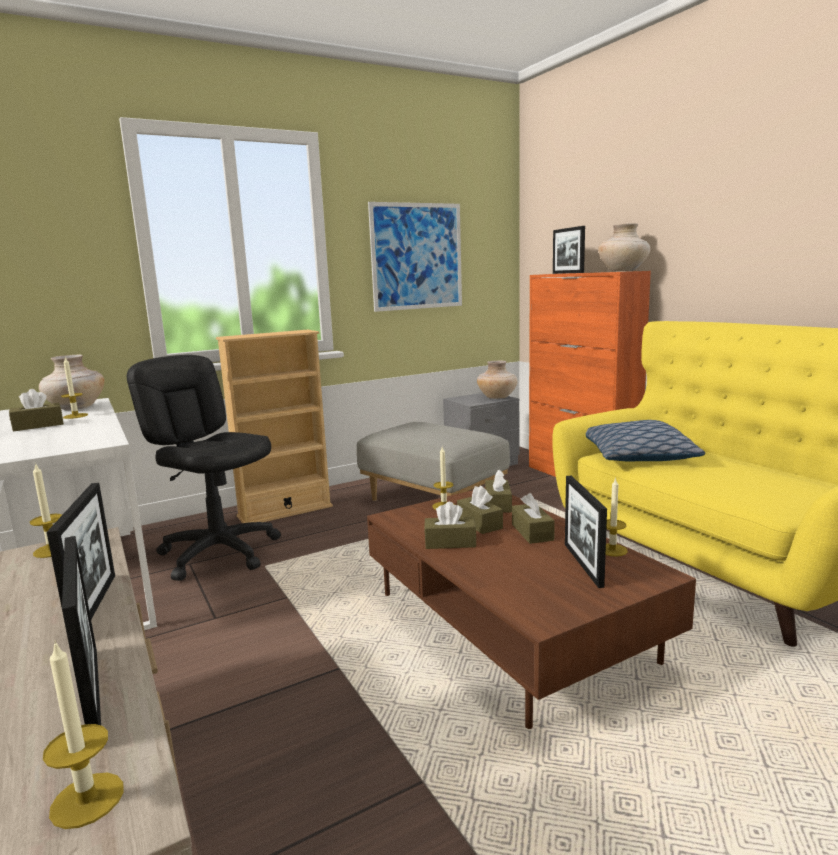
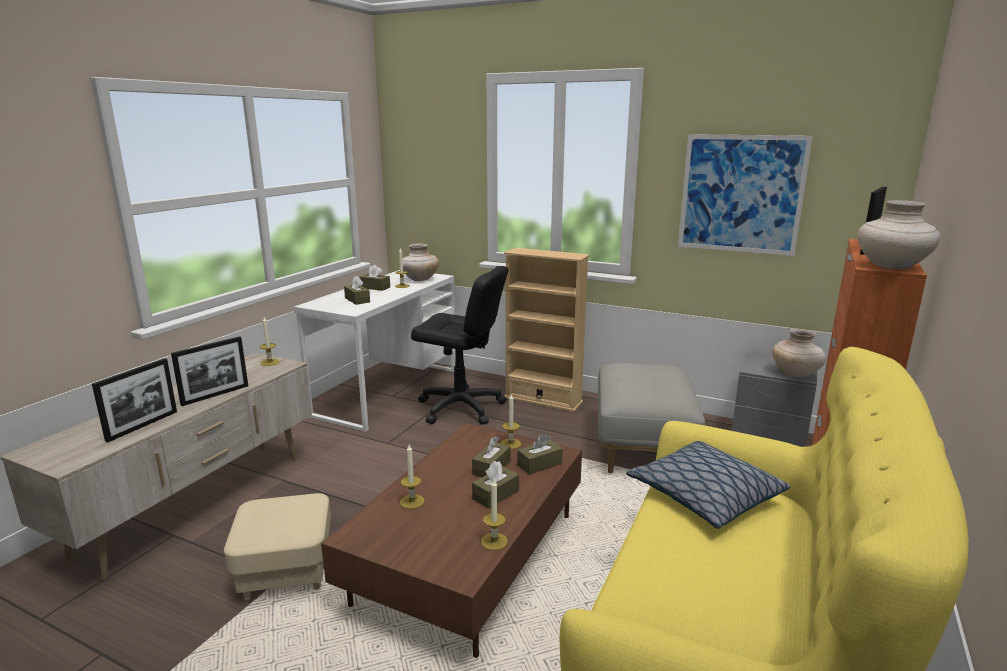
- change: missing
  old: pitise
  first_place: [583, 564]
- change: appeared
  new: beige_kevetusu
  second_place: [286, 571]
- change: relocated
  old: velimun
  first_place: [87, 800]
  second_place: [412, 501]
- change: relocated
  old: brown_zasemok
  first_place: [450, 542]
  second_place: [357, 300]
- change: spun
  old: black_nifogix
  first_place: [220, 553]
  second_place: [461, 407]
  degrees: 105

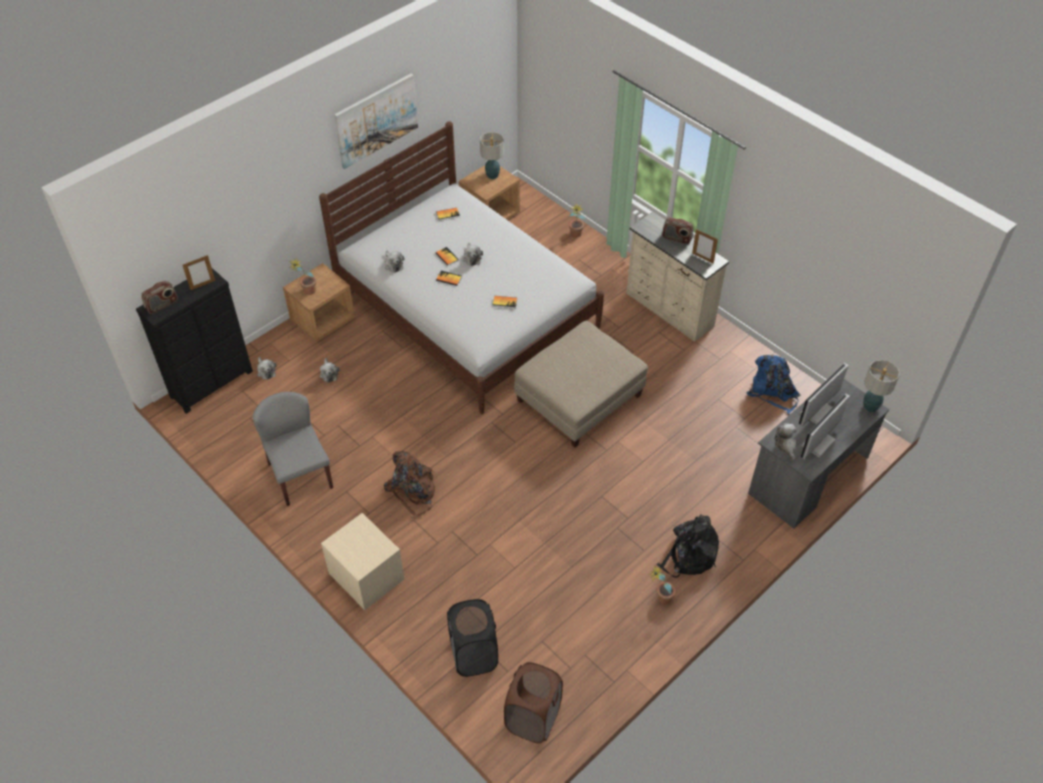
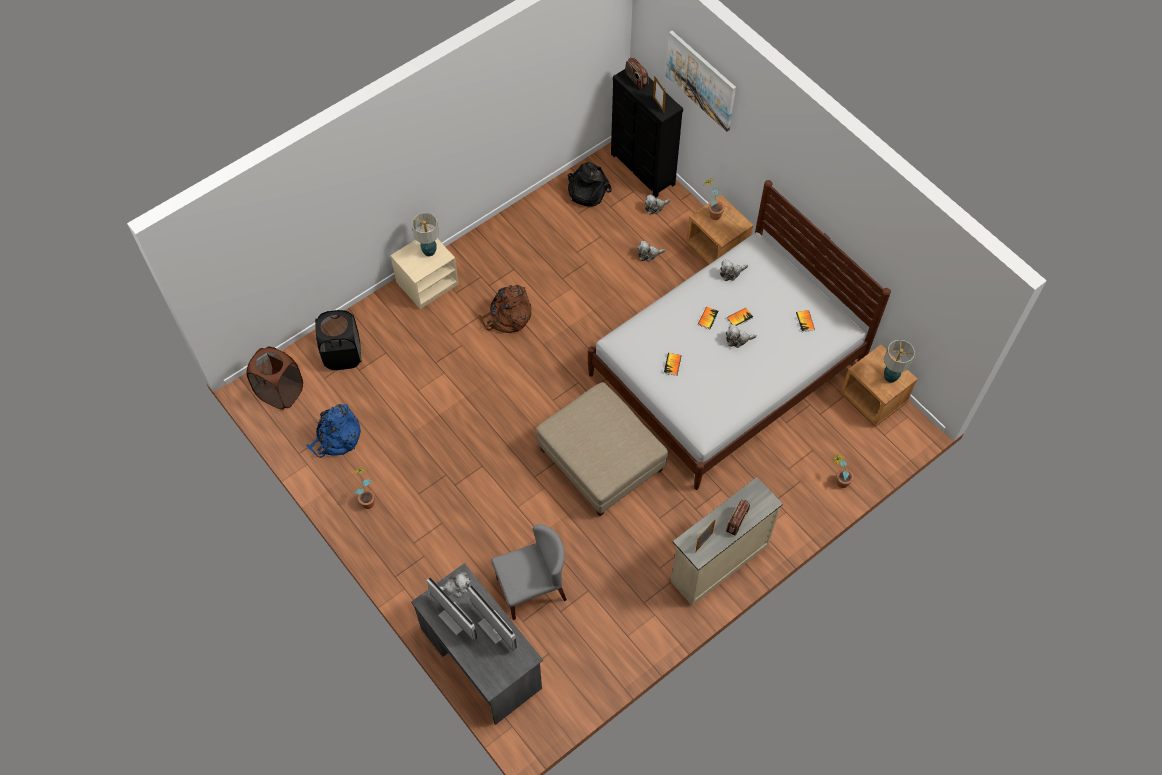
- change: relocated
  old: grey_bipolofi
  first_place: [300, 475]
  second_place: [532, 588]
- change: relocated
  old: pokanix
  first_place: [376, 120]
  second_place: [701, 80]
- change: relocated
  old: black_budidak
  first_place: [688, 556]
  second_place: [586, 191]
- change: relocated
  old: blue_budidak
  first_place: [772, 392]
  second_place: [336, 438]
- change: relocated
  old: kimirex
  first_place: [870, 407]
  second_place: [429, 251]

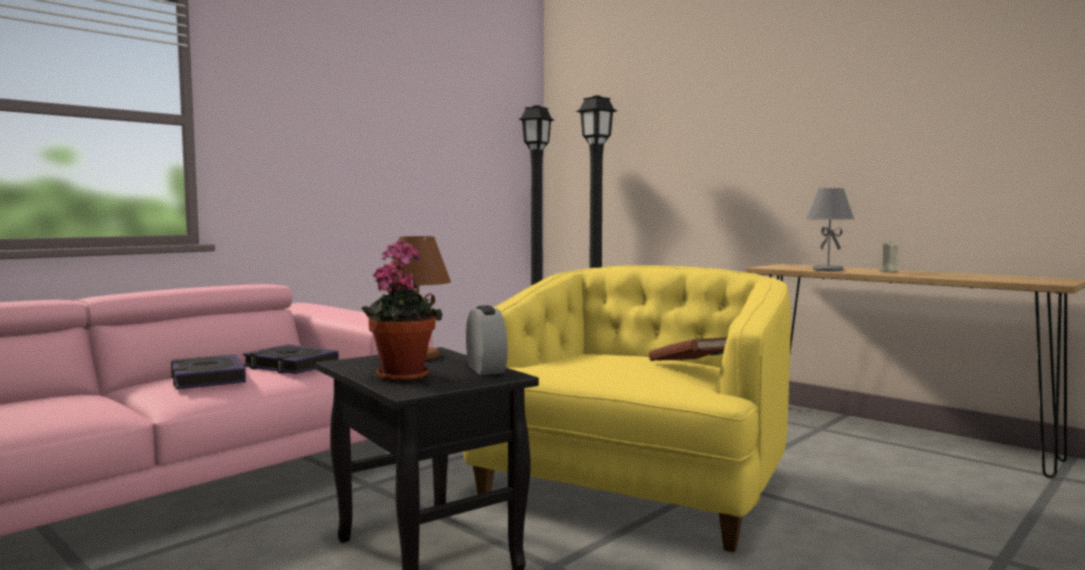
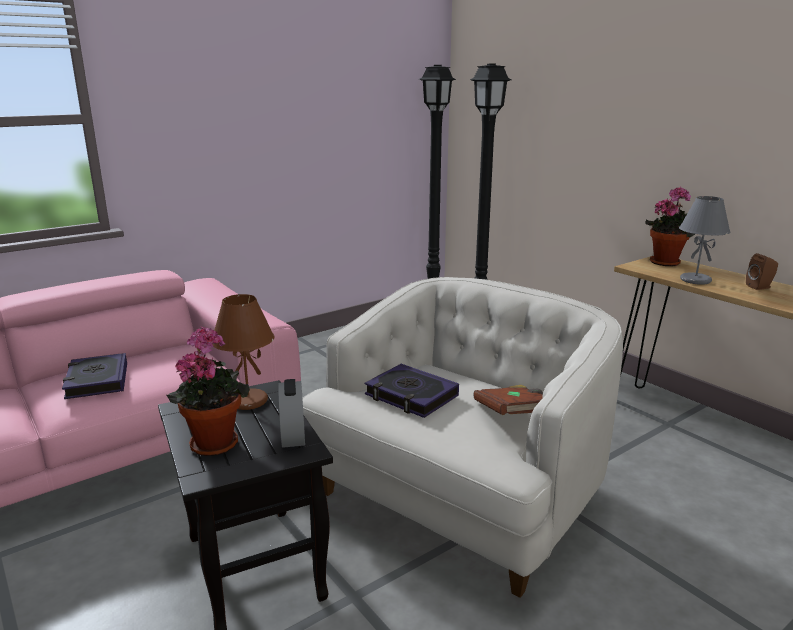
- change: appeared
  new: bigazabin
  second_place: [666, 262]
- change: relocated
  old: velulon
  first_place: [291, 366]
  second_place: [411, 396]
- change: exchanged
  old: beige_velimun
  new: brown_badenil
  first_place: [889, 271]
  second_place: [760, 287]
- change: colour
  old: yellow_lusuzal
  new: white_lusuzal
  first_place: [631, 488]
  second_place: [459, 495]

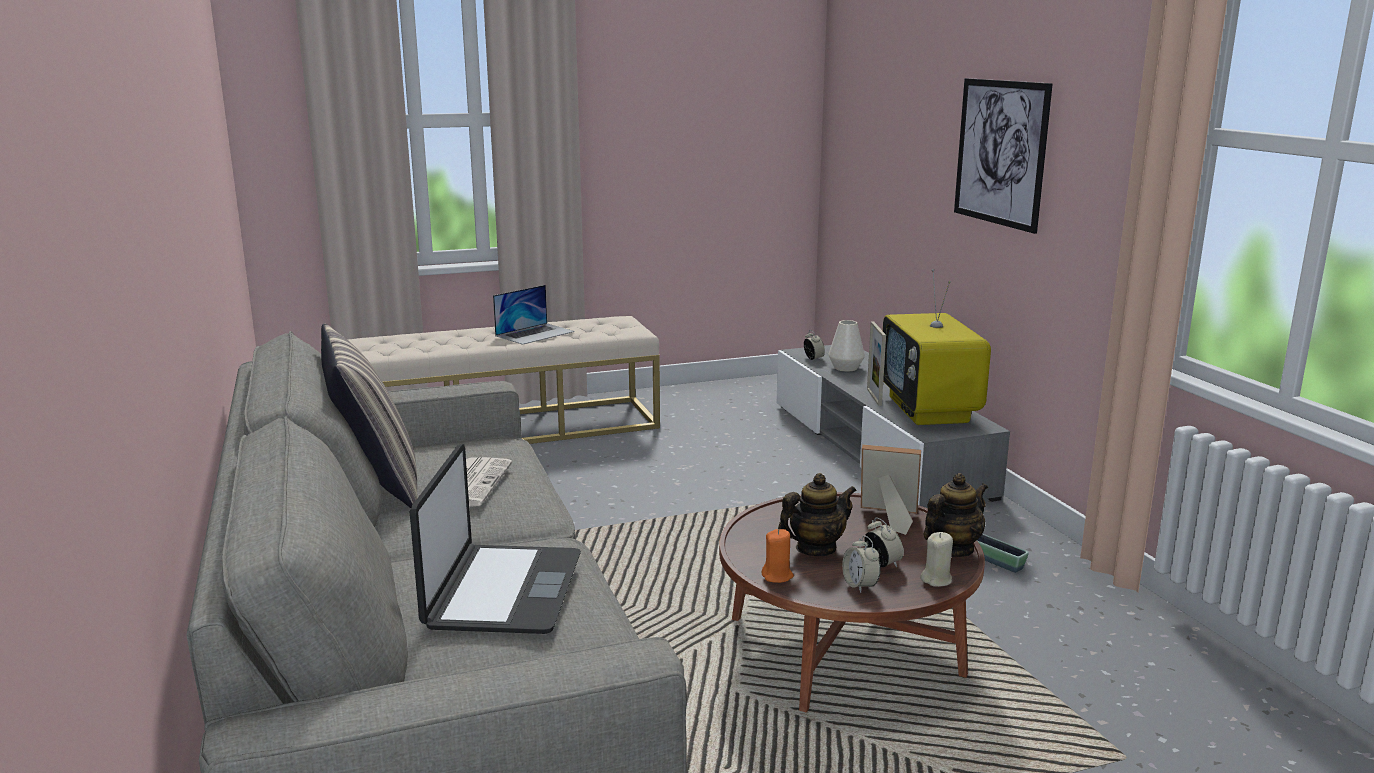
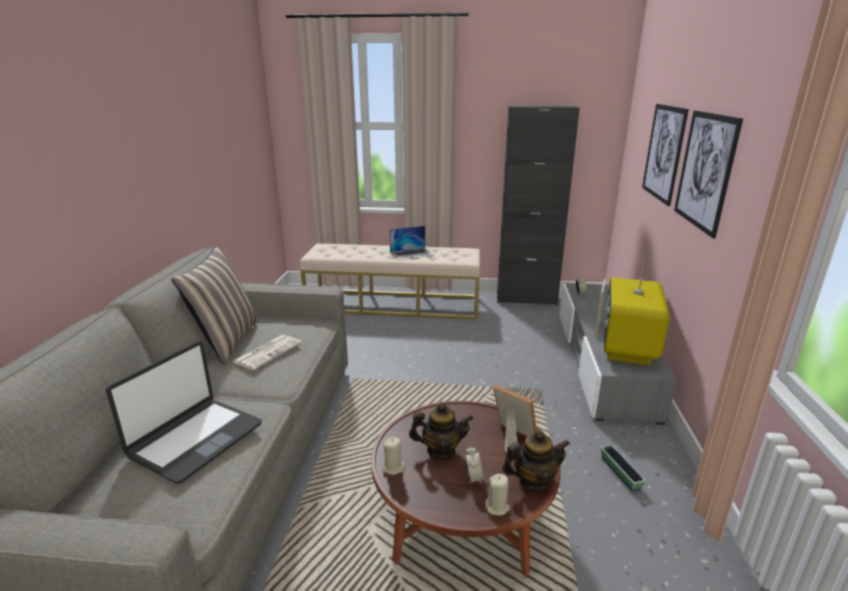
- change: missing
  old: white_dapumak
  first_place: [845, 368]
- change: missing
  old: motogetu
  first_place: [860, 585]
- change: appeared
  new: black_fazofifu
  second_place: [526, 298]
- change: appeared
  new: pokanix
  second_place: [663, 152]
- change: colour
  old: orange_velimun
  new: beige_velimun
  first_place: [777, 576]
  second_place: [393, 468]

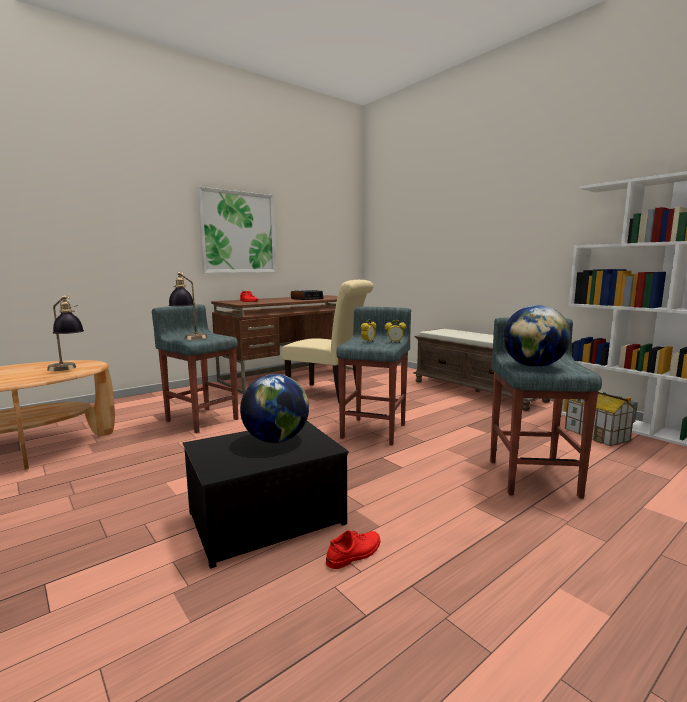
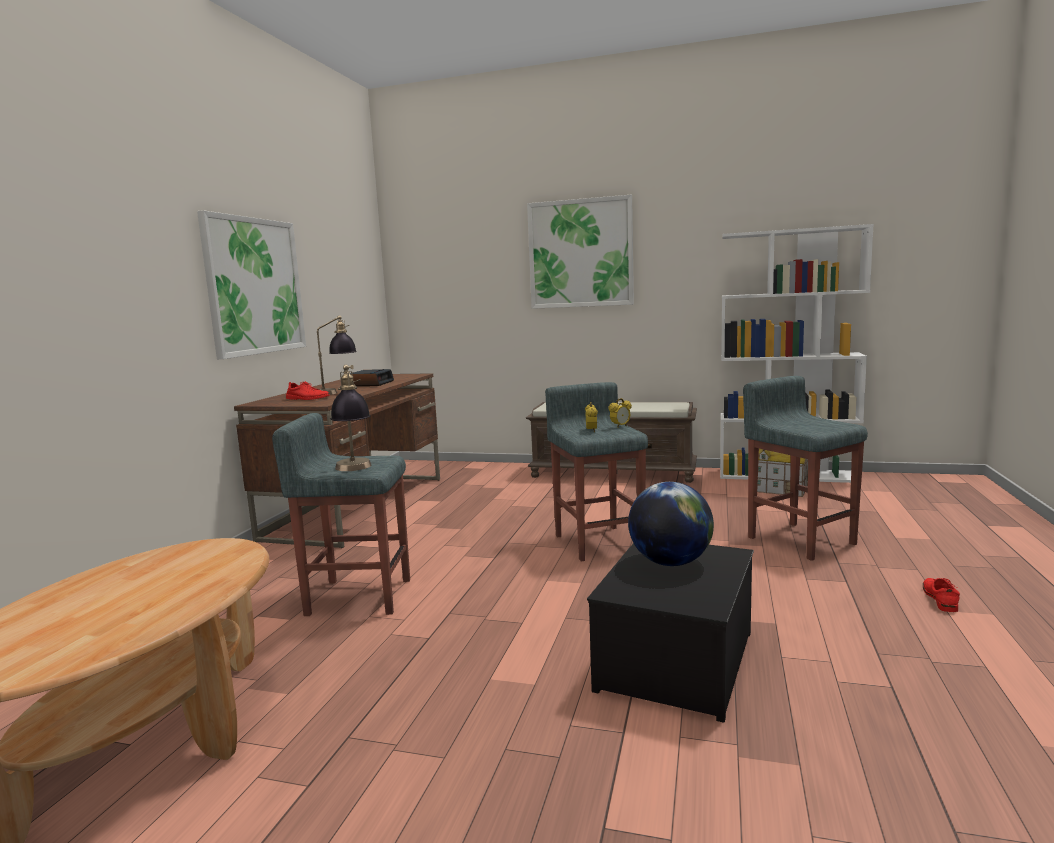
- change: missing
  old: beige_bipolofi
  first_place: [328, 394]
- change: missing
  old: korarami
  first_place: [533, 366]
- change: appeared
  new: pokanix
  second_place: [580, 253]
- change: relocated
  old: kimirex
  first_place: [67, 369]
  second_place: [335, 393]
- change: relocated
  old: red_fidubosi
  first_place: [354, 553]
  second_place: [940, 599]

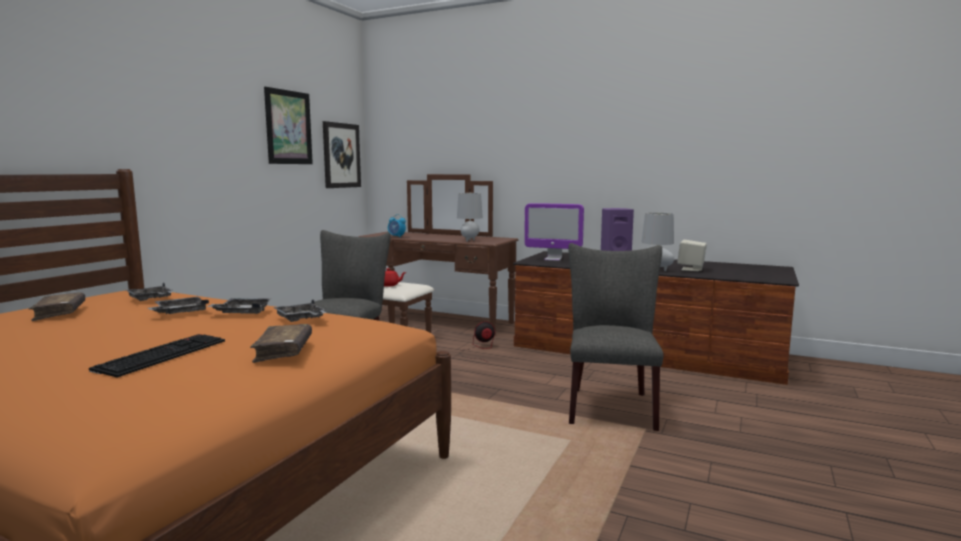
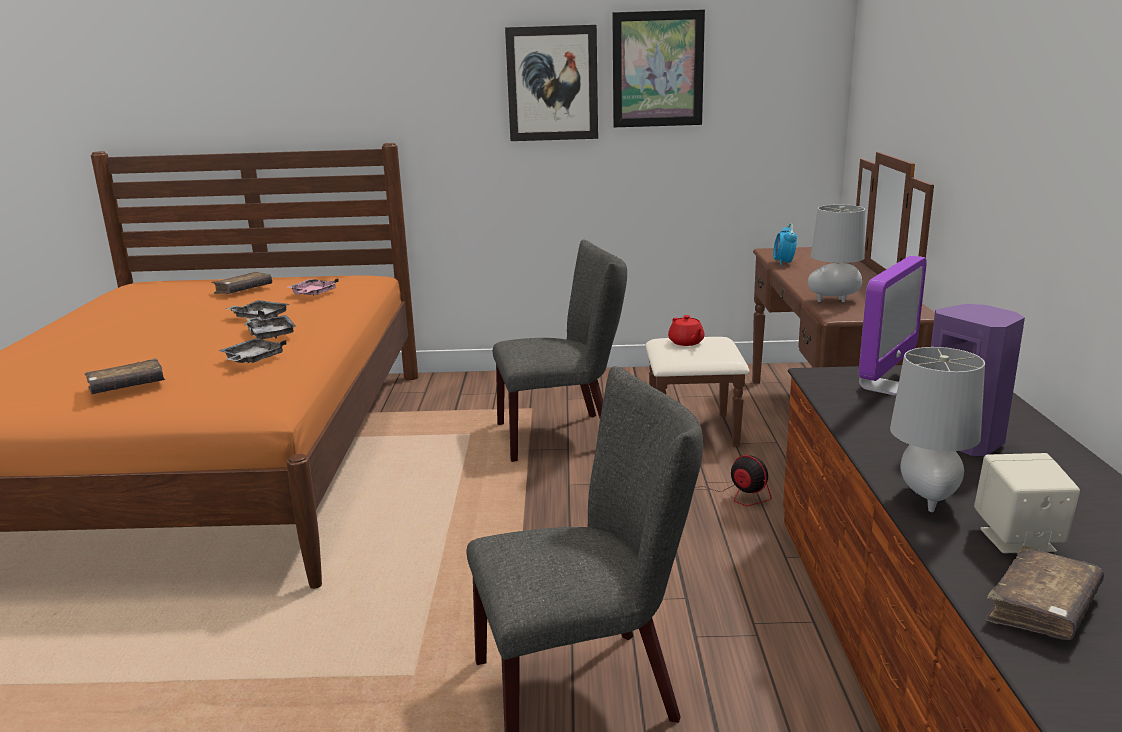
- change: missing
  old: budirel
  first_place: [162, 354]
- change: appeared
  new: brown_velulon
  second_place: [1042, 607]
- change: relocated
  old: pokanix
  first_place: [341, 155]
  second_place: [552, 84]
- change: colour
  old: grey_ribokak
  new: pink_ribokak
  first_place: [151, 299]
  second_place: [313, 294]
- change: spun
  old: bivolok
  first_place: [553, 259]
  second_place: [882, 387]
  degrees: -135

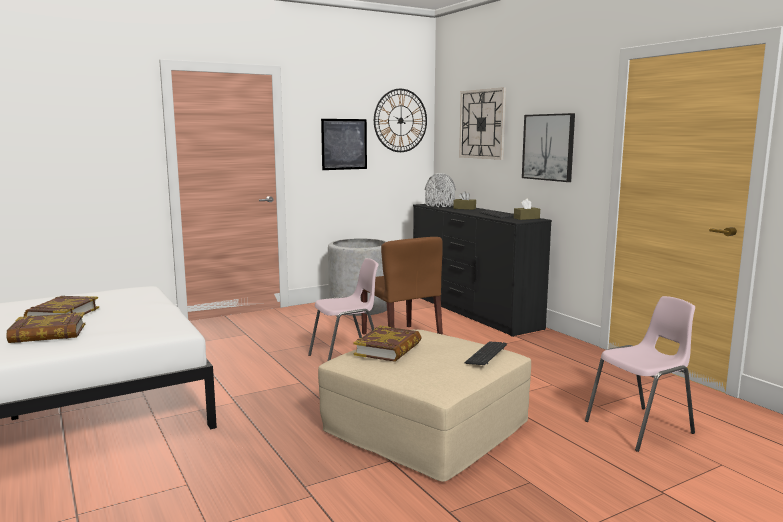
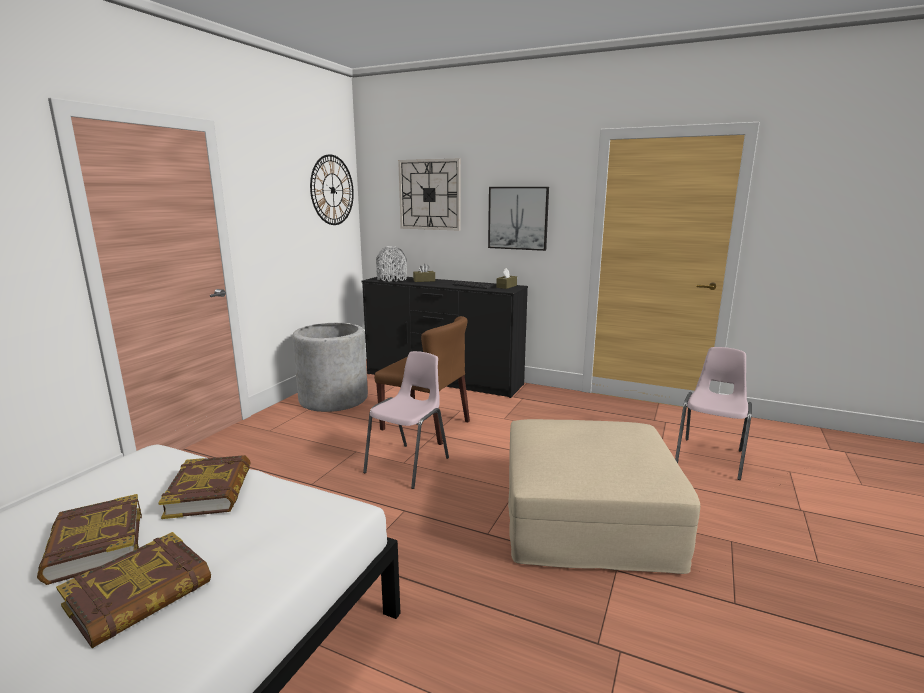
- change: missing
  old: pokanix
  first_place: [344, 144]
- change: missing
  old: budirel
  first_place: [486, 354]
- change: relocated
  old: velulon
  first_place: [388, 349]
  second_place: [210, 492]

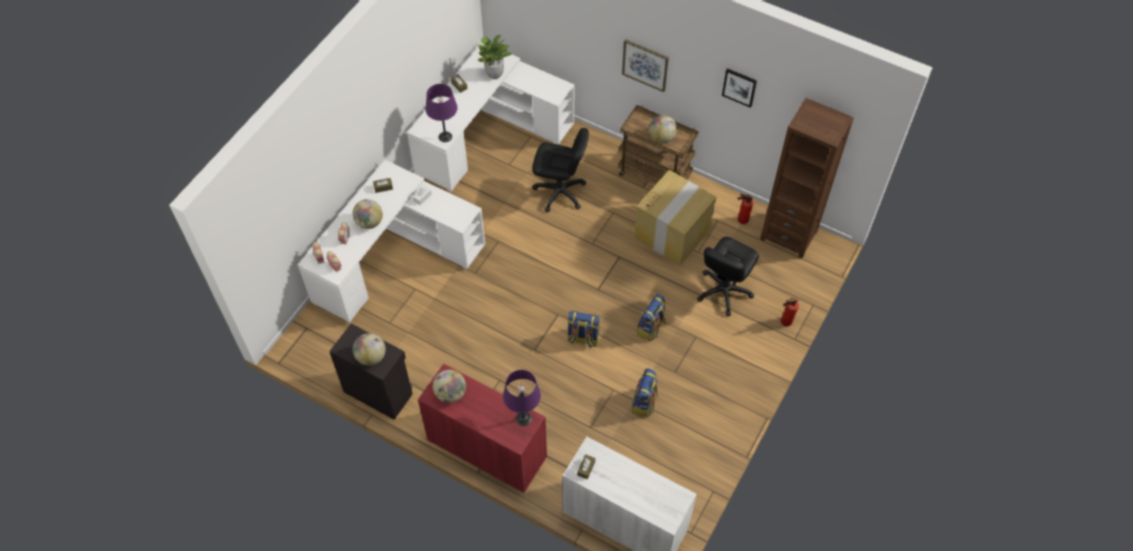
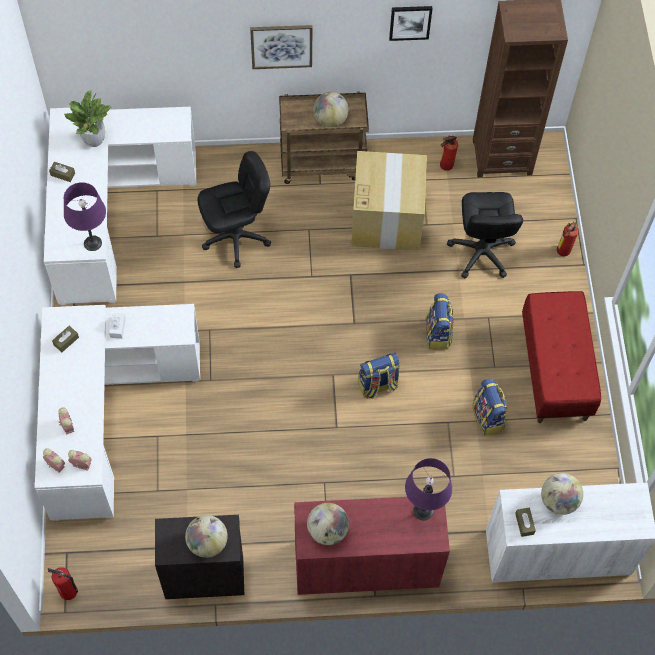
- change: appeared
  new: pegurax
  second_place: [69, 591]
- change: appeared
  new: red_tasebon
  second_place: [555, 370]
- change: relocated
  old: korarami
  first_place: [369, 222]
  second_place: [558, 501]

